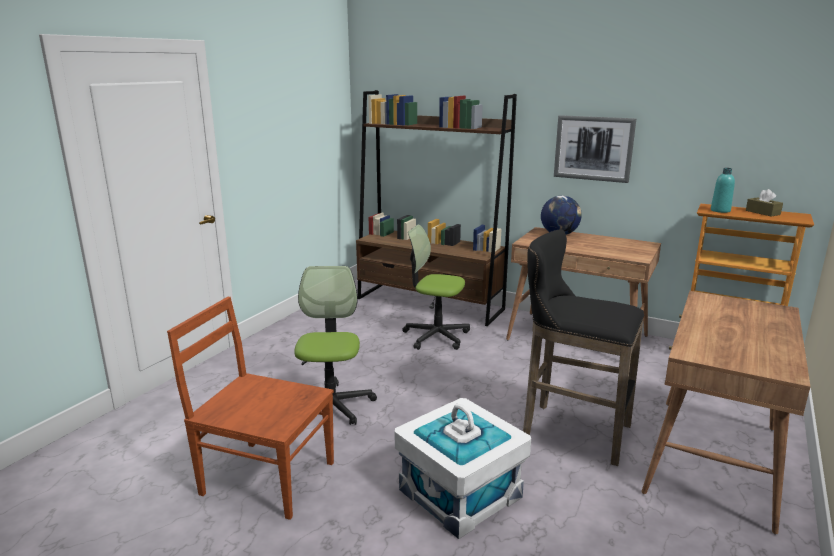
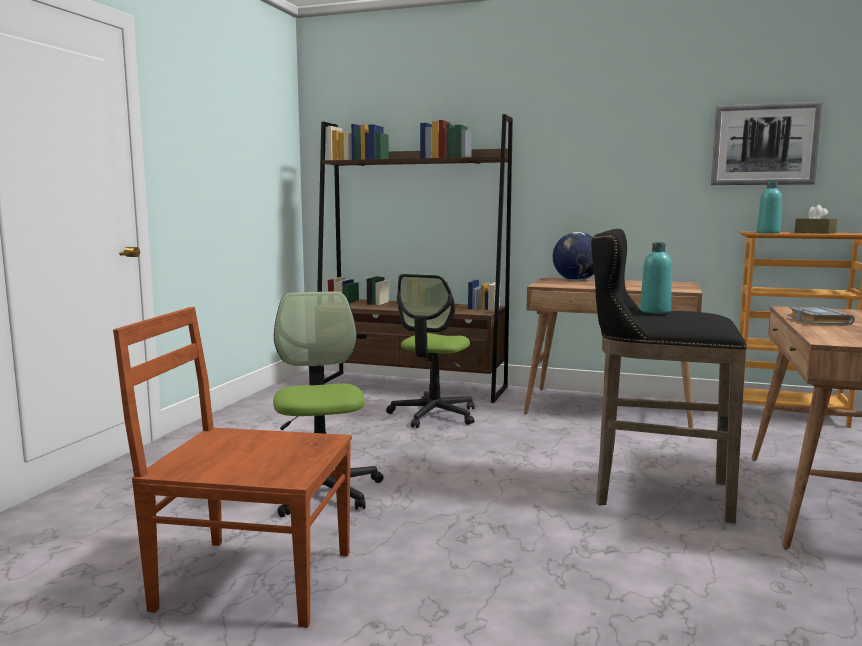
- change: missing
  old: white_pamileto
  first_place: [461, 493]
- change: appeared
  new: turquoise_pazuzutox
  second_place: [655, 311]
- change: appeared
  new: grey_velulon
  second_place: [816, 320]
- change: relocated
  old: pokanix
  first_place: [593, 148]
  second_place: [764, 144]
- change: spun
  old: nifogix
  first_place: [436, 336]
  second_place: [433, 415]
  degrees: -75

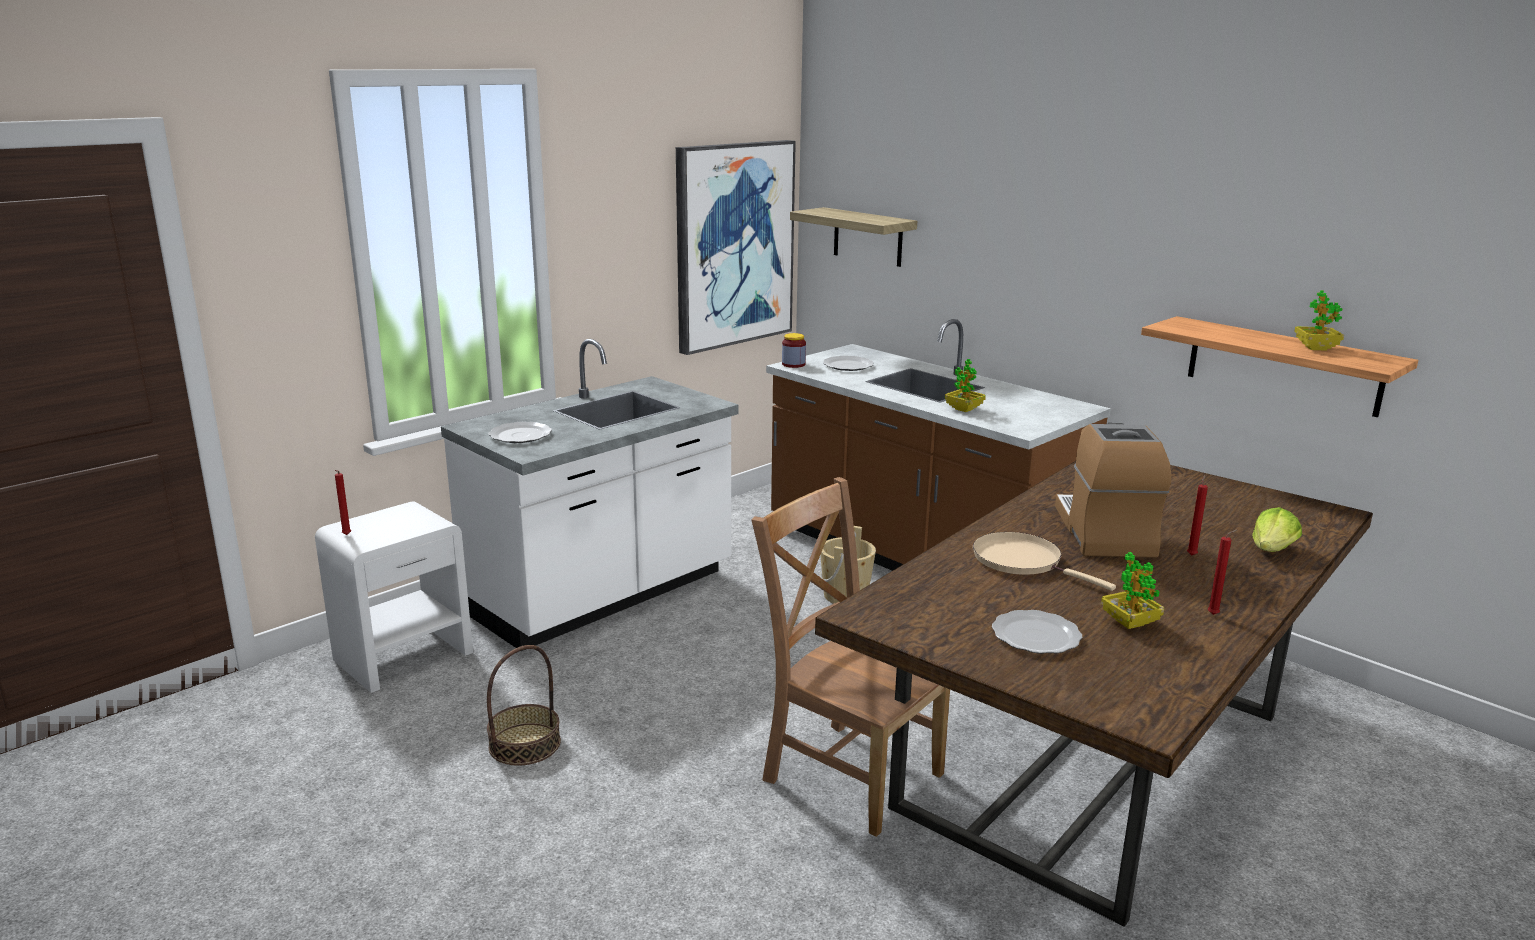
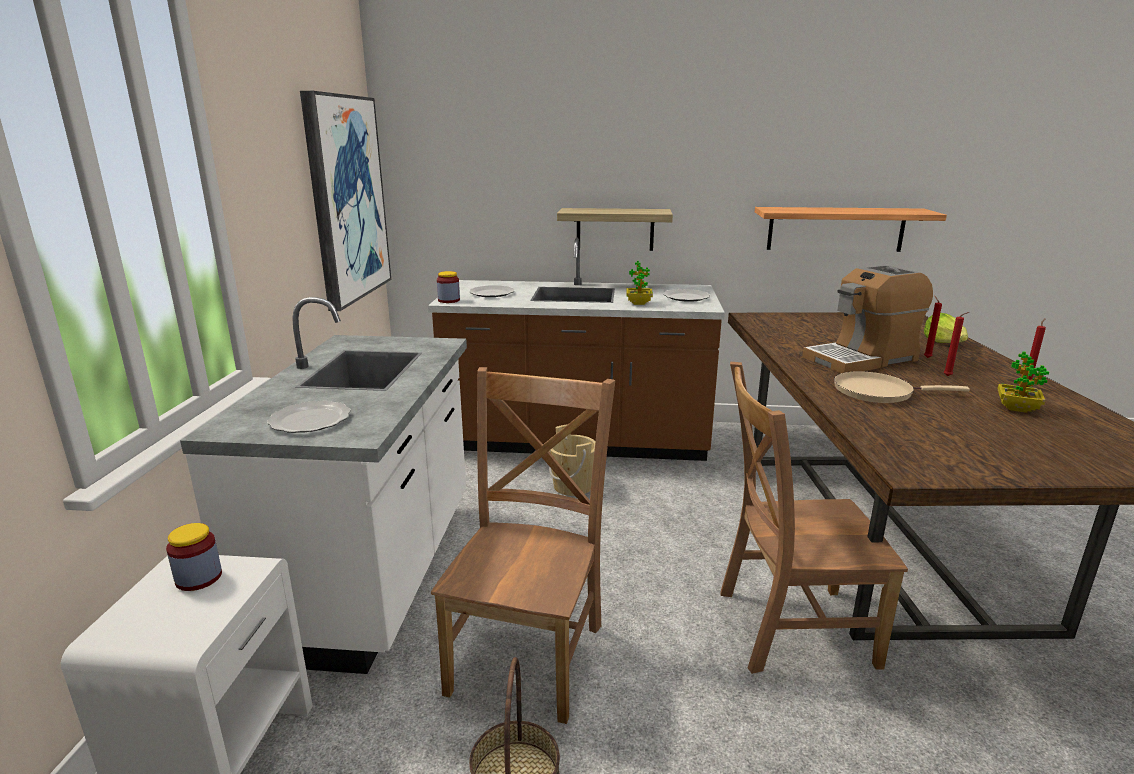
- change: missing
  old: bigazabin
  first_place: [1316, 348]
- change: appeared
  new: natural
  second_place: [199, 578]
- change: appeared
  new: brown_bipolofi
  second_place: [529, 653]
- change: relocated
  old: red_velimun
  first_place: [346, 535]
  second_place: [949, 376]
- change: relocated
  old: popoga
  first_place: [868, 237]
  second_place: [615, 229]
- change: relocated
  old: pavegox
  first_place: [1037, 635]
  second_place: [686, 297]
- change: spun
  old: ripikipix
  first_place: [1104, 532]
  second_place: [862, 359]
  degrees: -75

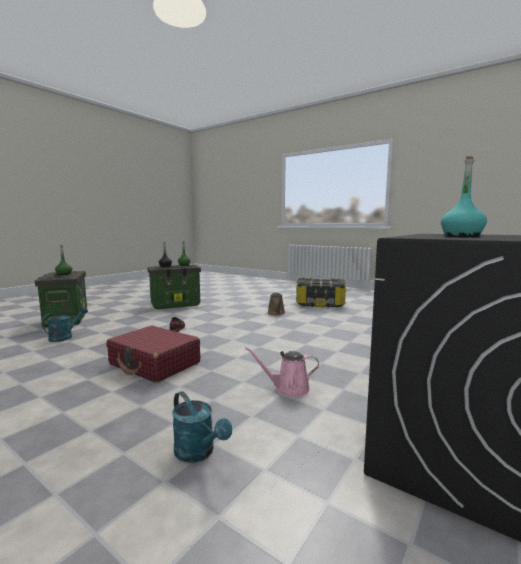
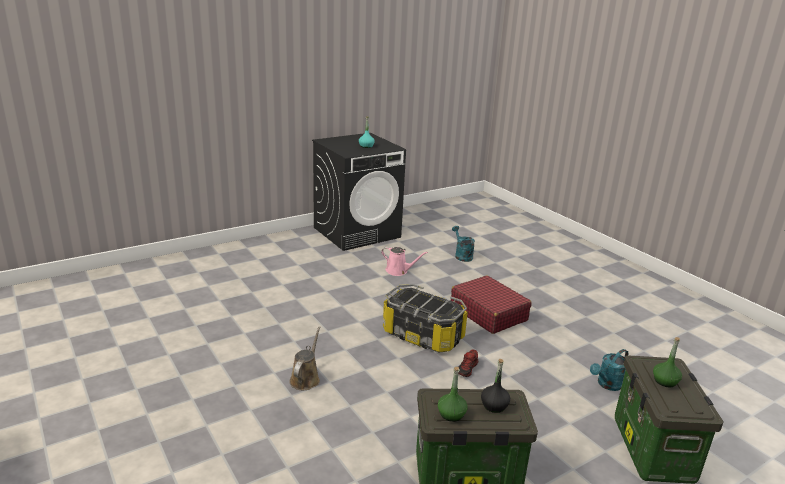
- change: relocated
  old: pamileto
  first_place: [320, 304]
  second_place: [422, 335]

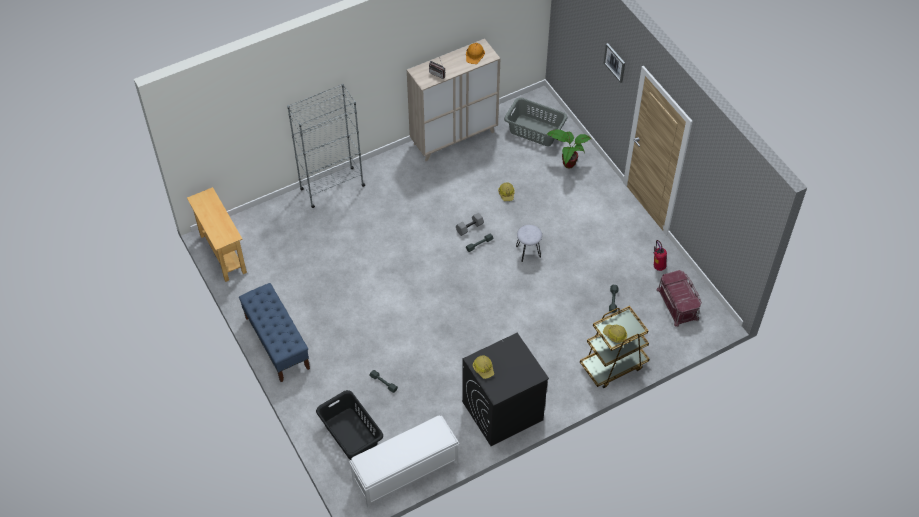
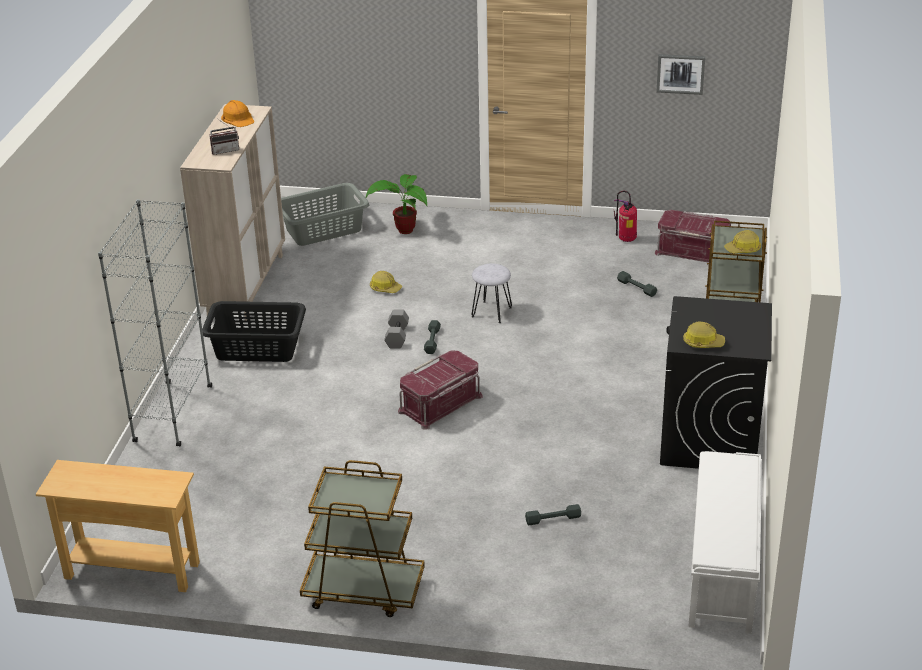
- change: appeared
  new: red_pamileto
  second_place: [441, 404]
- change: relocated
  old: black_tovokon
  first_place: [351, 433]
  second_place: [257, 347]
- change: relocated
  old: pokanix
  first_place: [615, 62]
  second_place: [680, 73]
- change: exchanged
  old: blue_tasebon
  new: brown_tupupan
  first_place: [277, 343]
  second_place: [363, 590]

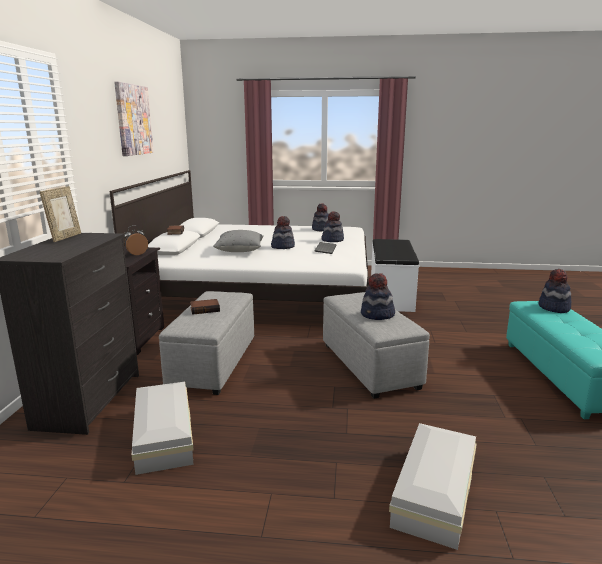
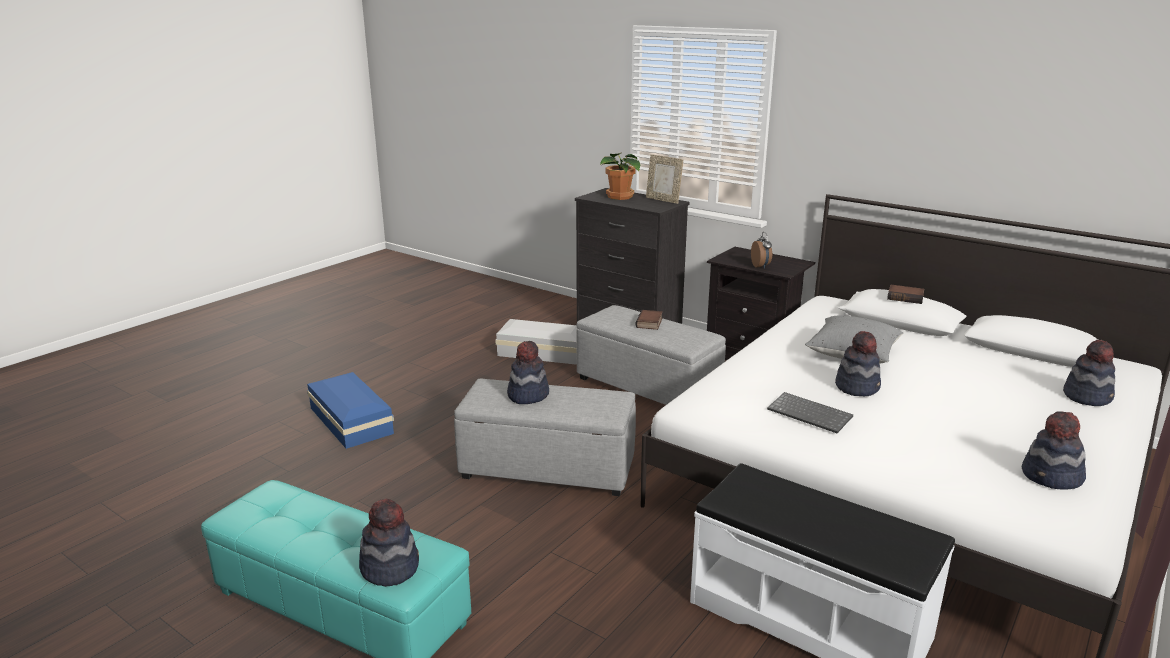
- change: missing
  old: pokanix
  first_place: [133, 120]
- change: appeared
  new: bigazabin
  second_place: [620, 197]
- change: relocated
  old: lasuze
  first_place: [332, 240]
  second_place: [1087, 396]
- change: colour
  old: white_pamileto
  new: blue_pamileto
  first_place: [432, 494]
  second_place: [351, 419]

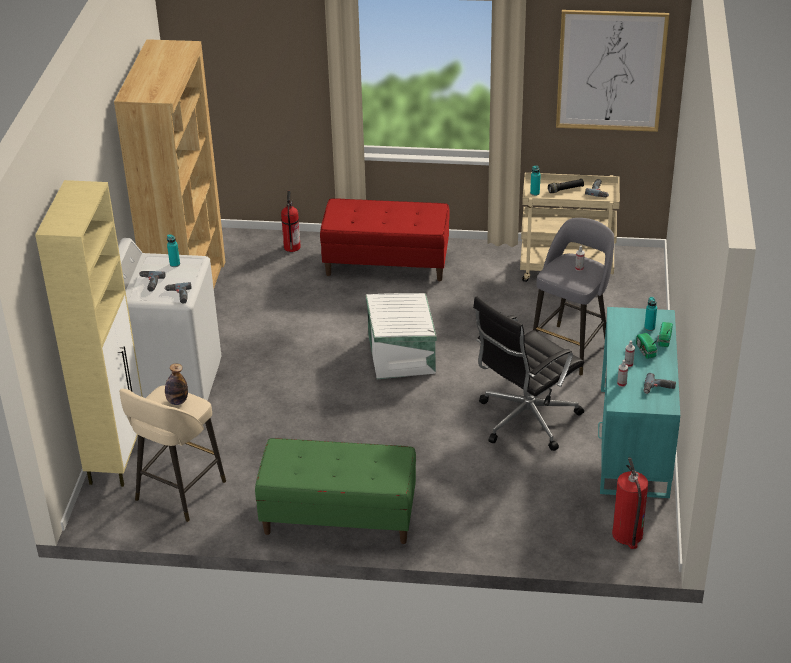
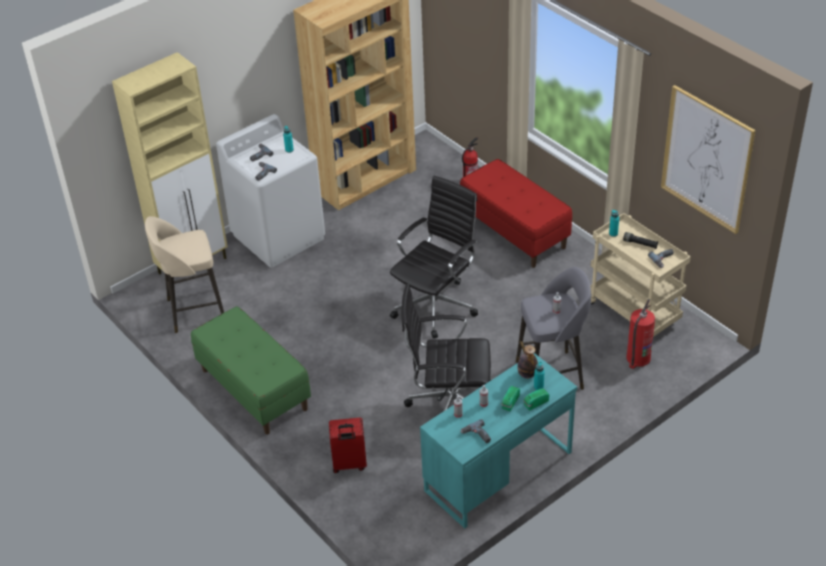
- change: appeared
  new: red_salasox
  second_place: [349, 464]
- change: relocated
  old: pazuzutox
  first_place: [177, 401]
  second_place: [527, 374]
- change: relocated
  old: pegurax
  first_place: [627, 535]
  second_place: [637, 358]
- change: exchanged
  old: white_pamileto
  new: black_nifogix
  first_place: [402, 354]
  second_place: [436, 305]

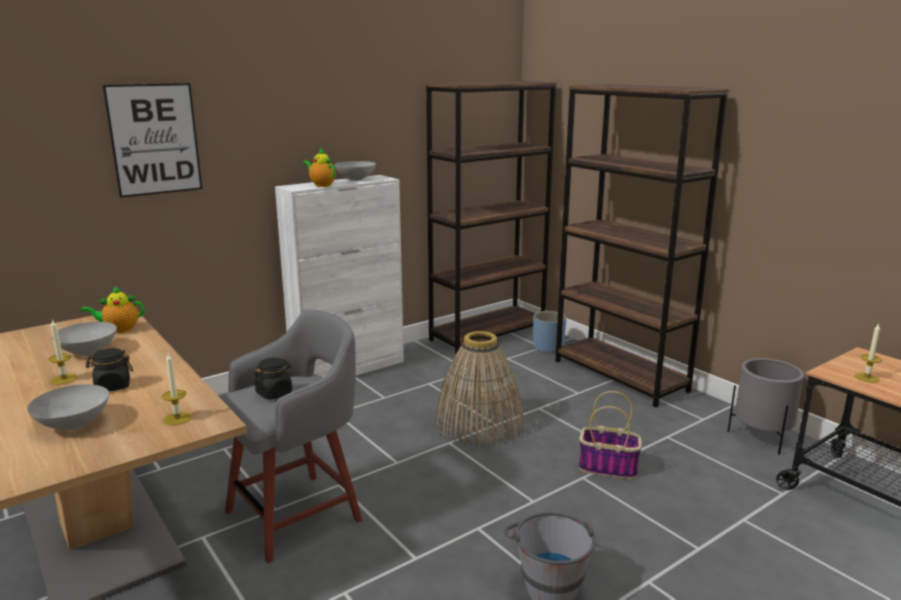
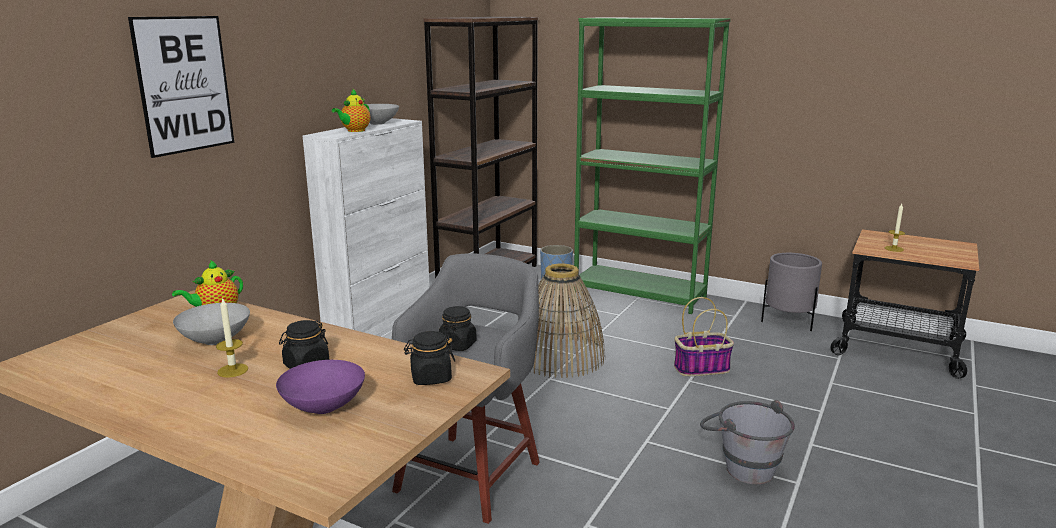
- change: exchanged
  old: velimun
  new: black_natural
  first_place: [177, 418]
  second_place: [430, 378]
- change: colour
  old: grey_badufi
  new: purple_badufi
  first_place: [72, 424]
  second_place: [322, 407]
- change: colour
  old: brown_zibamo
  new: green_zibamo
  first_place: [620, 376]
  second_place: [639, 294]
- change: spun
  old: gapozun
  first_place: [321, 185]
  second_place: [354, 131]
  degrees: -75

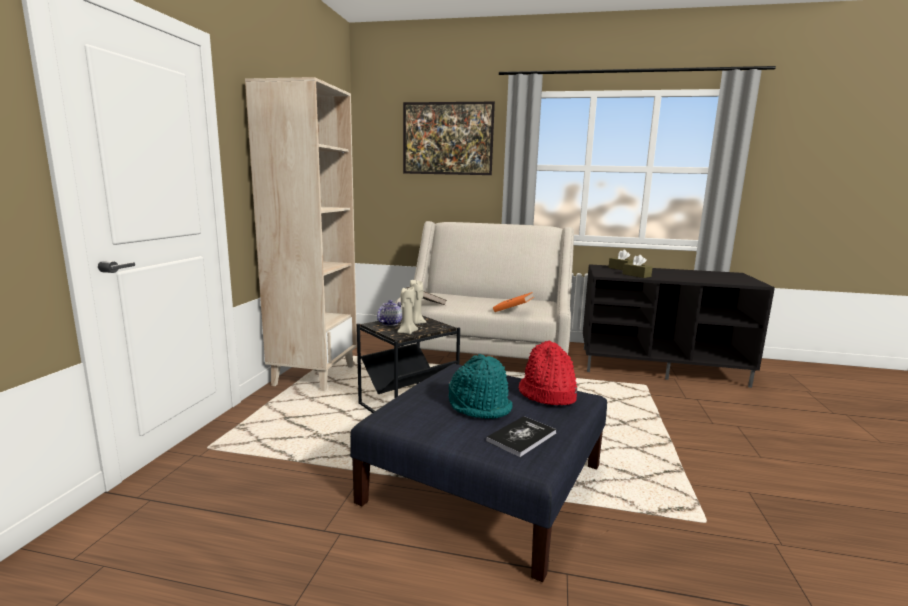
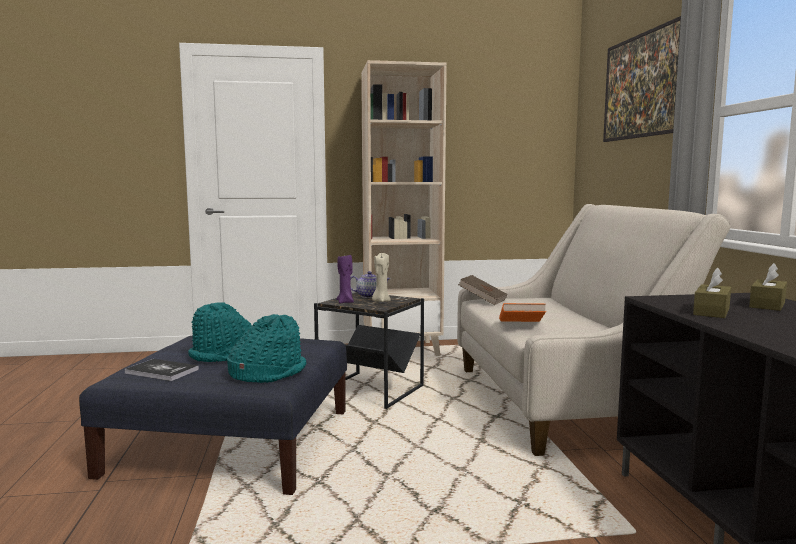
- change: colour
  old: beige_velimun
  new: purple_velimun
  first_place: [407, 332]
  second_place: [345, 302]
- change: colour
  old: red_lasuze
  new: turquoise_lasuze
  first_place: [547, 394]
  second_place: [267, 373]

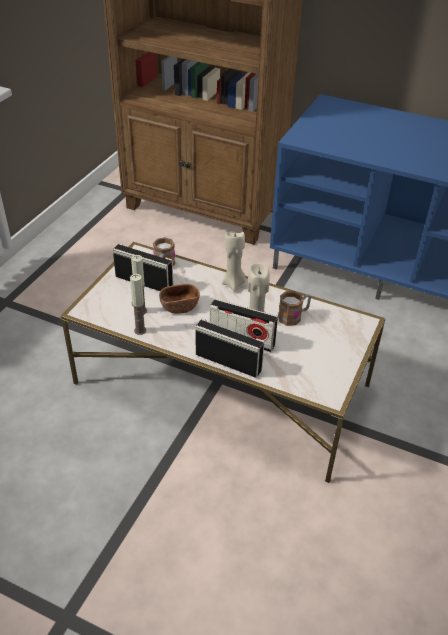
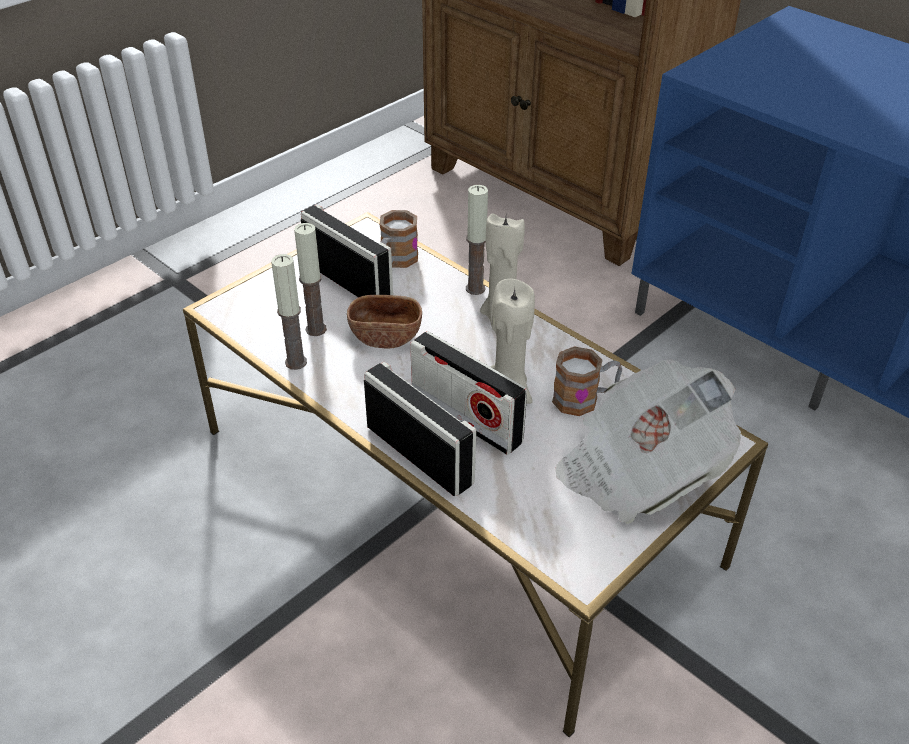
- change: appeared
  new: velimun
  second_place: [475, 288]
- change: appeared
  new: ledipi
  second_place: [639, 469]

